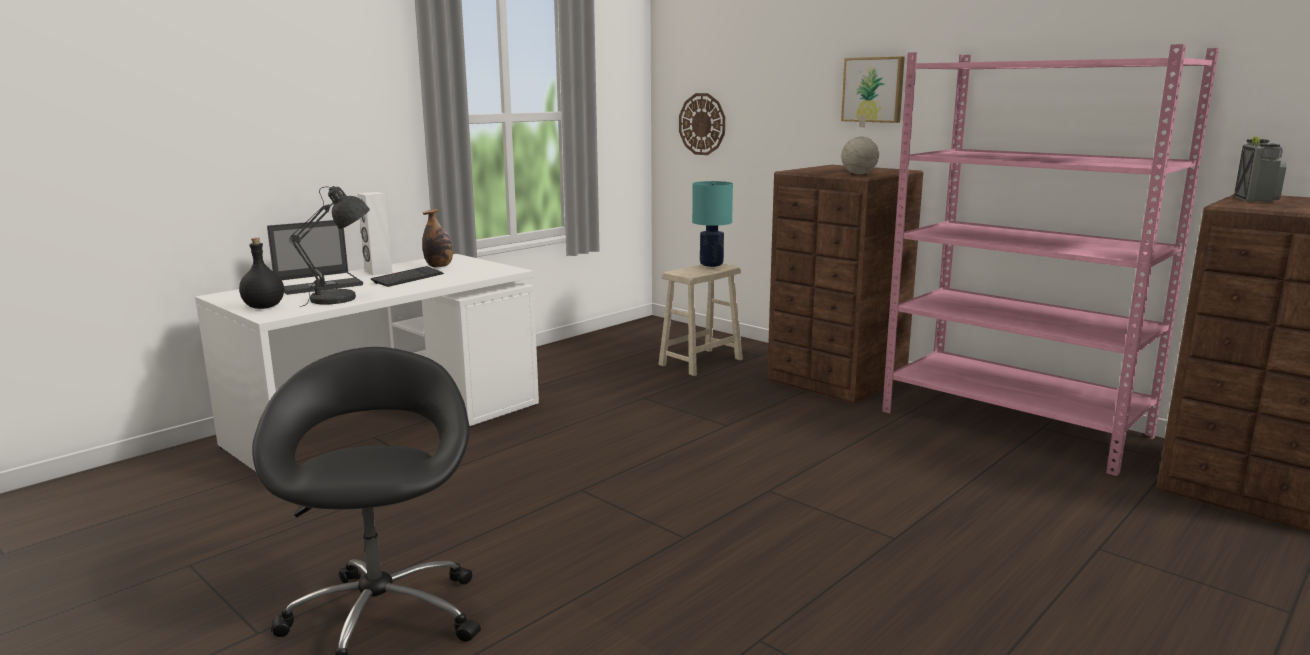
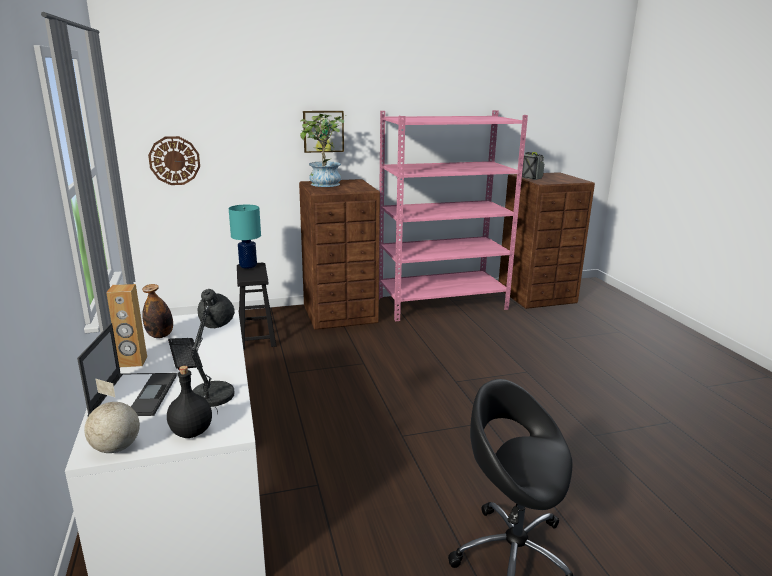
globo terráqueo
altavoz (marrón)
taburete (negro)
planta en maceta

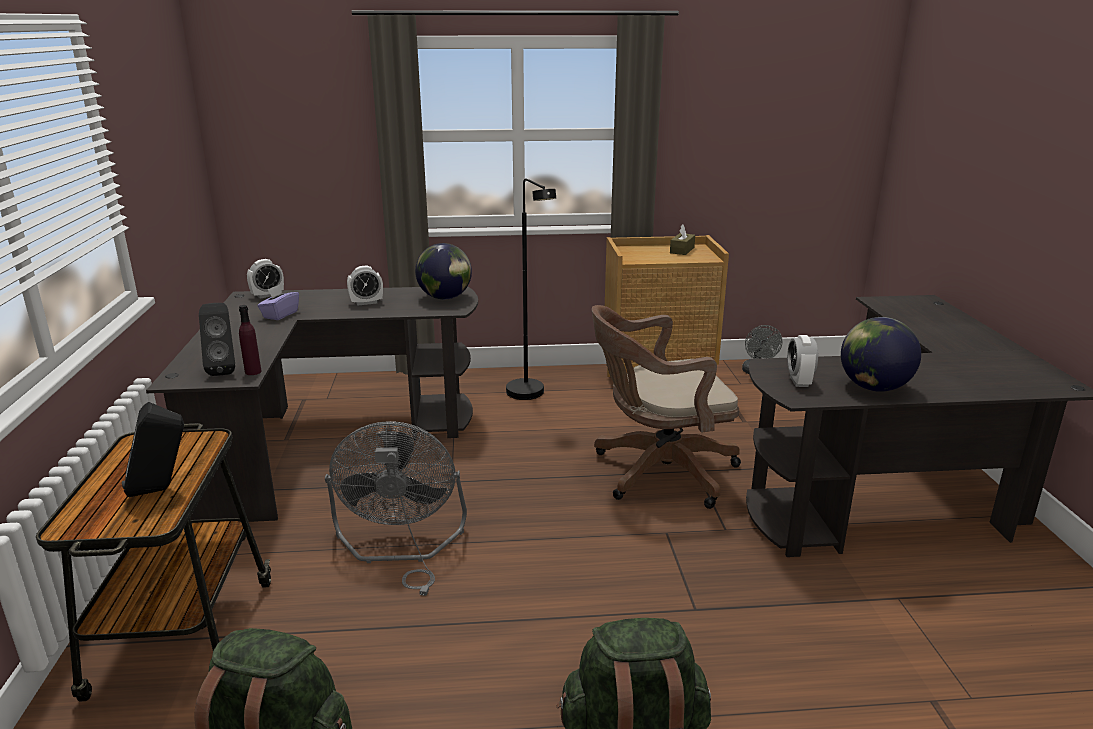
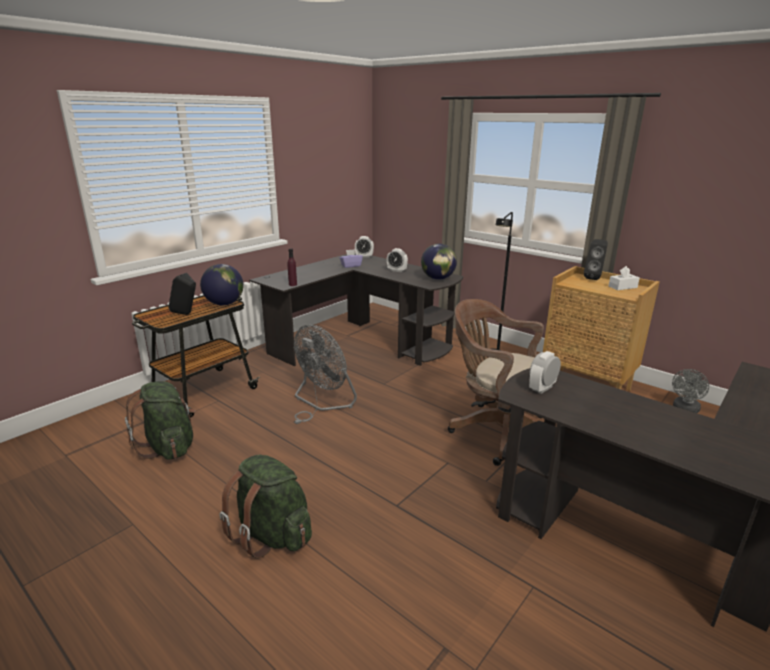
globo terráqueo (1st from left)
altavoz (negro) (2nd from left)
caja de pañuelos (blanco)

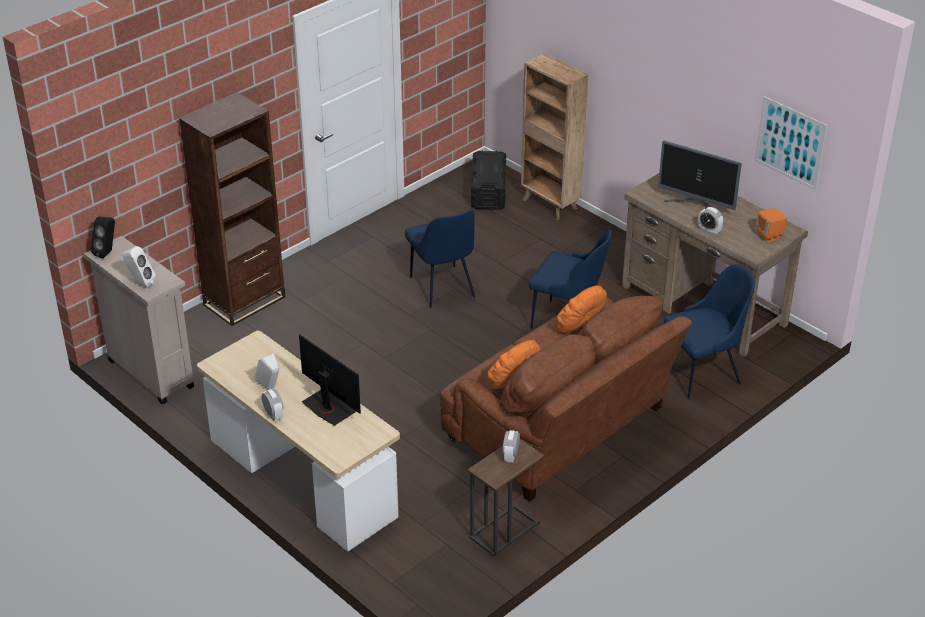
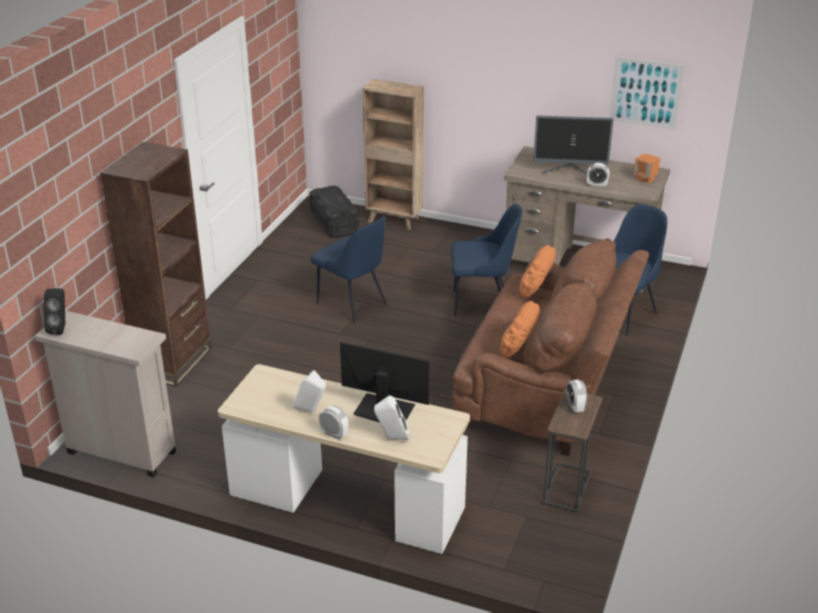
altavoz (blanco) (2nd from left)

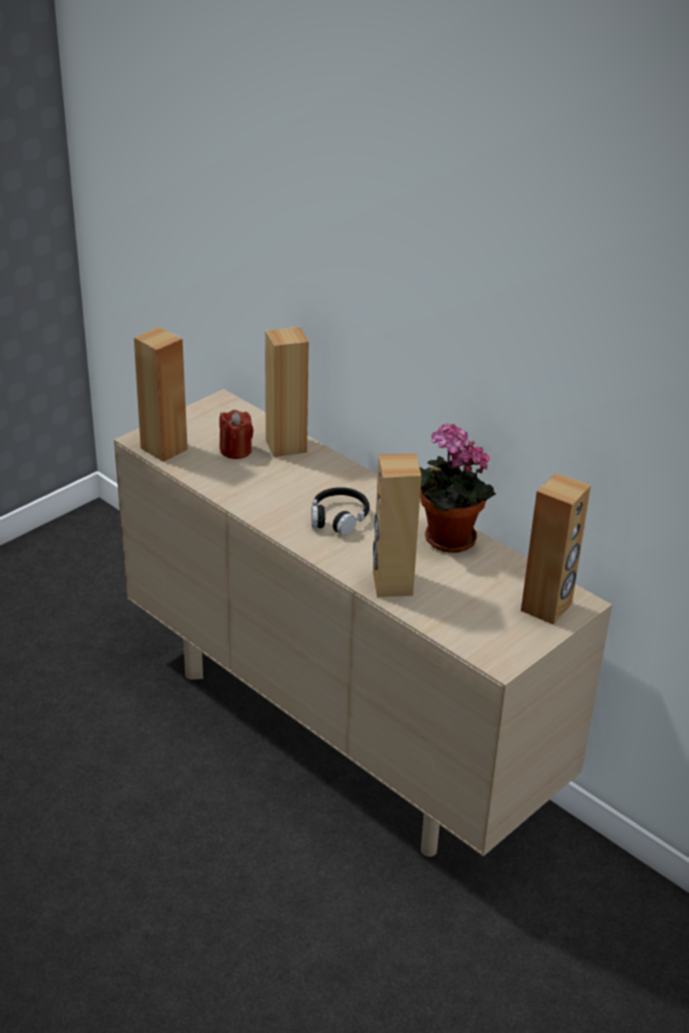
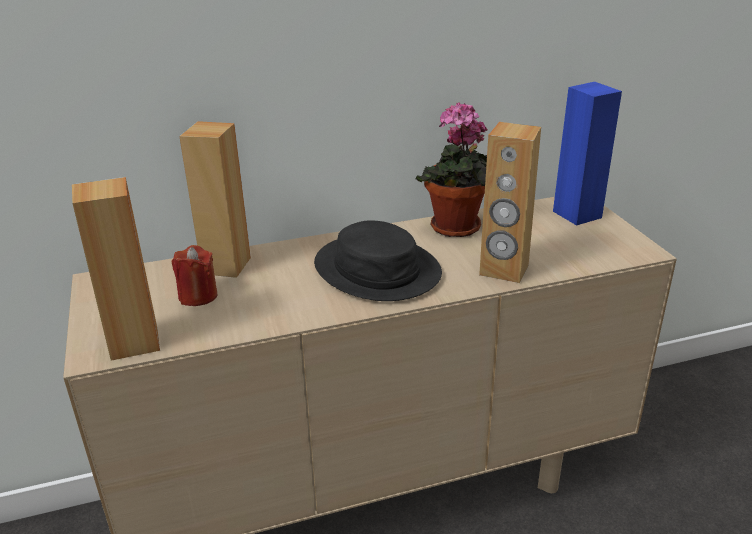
sombrero (negro)
altavoz (azul)

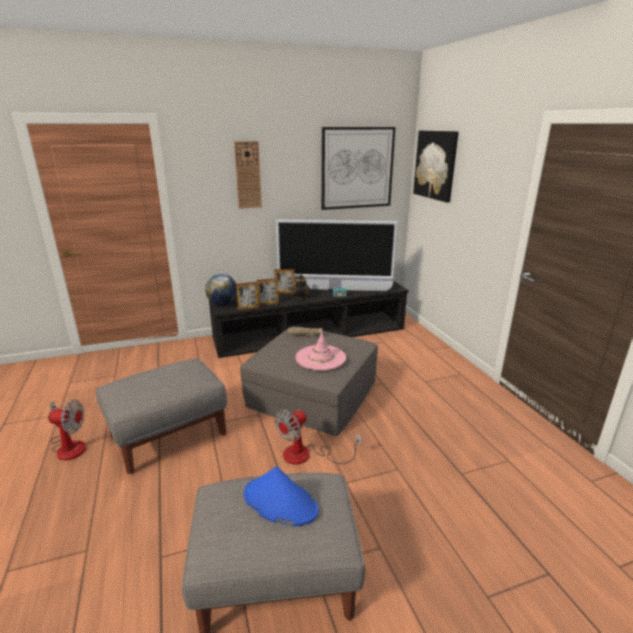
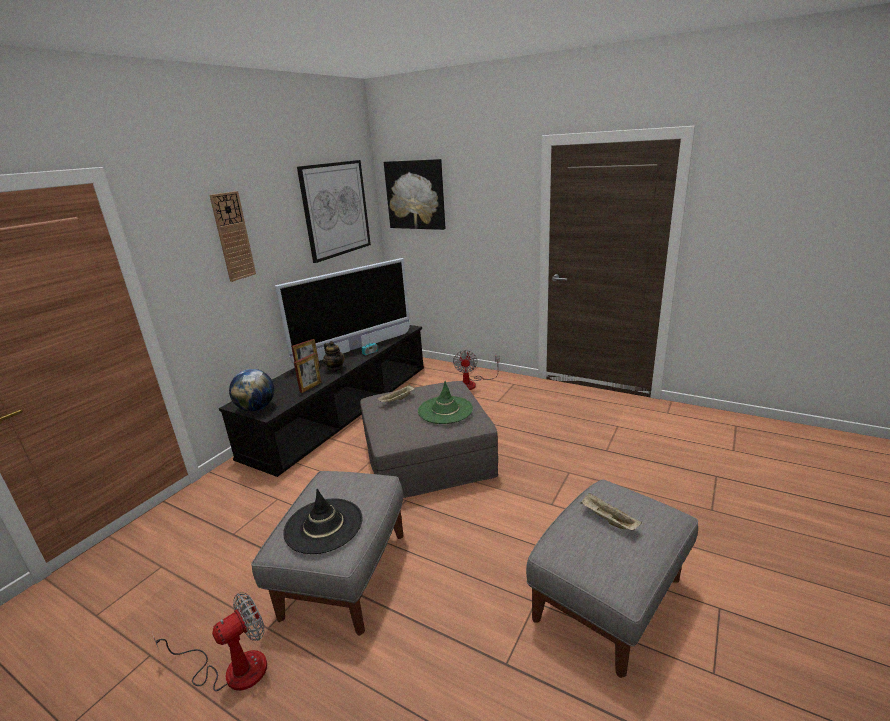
sombrero (negro)
sombrero (verde)
ventilador (2nd from left)
bandeja (beis) (2nd from left)
portarretratos (1st from left in the first image)

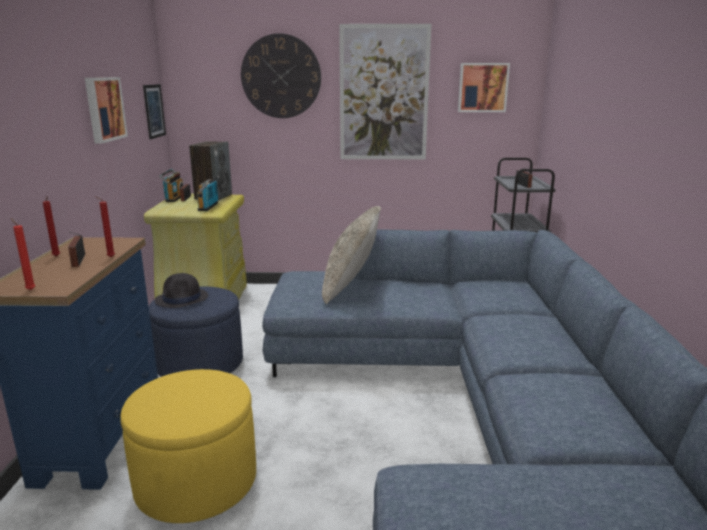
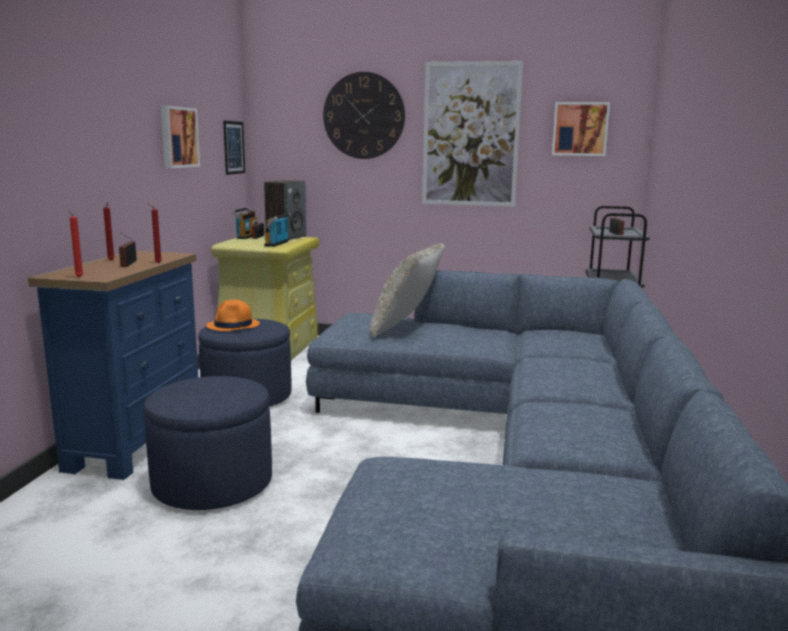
puf (azul) (1st from left)
sombrero (naranja)

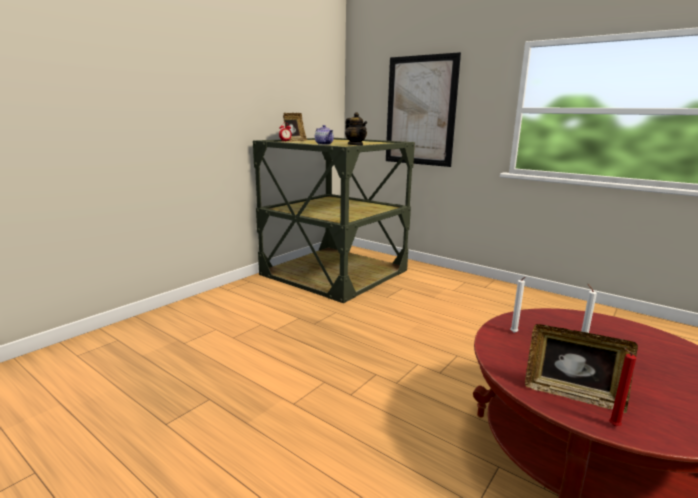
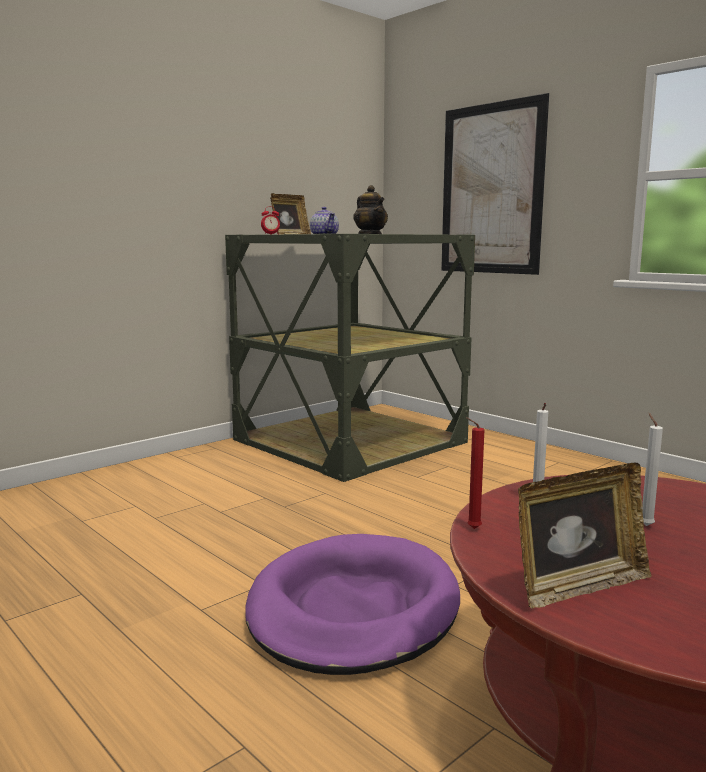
cama para perro (morado)
vela (rojo)
portarretratos (2nd from left)

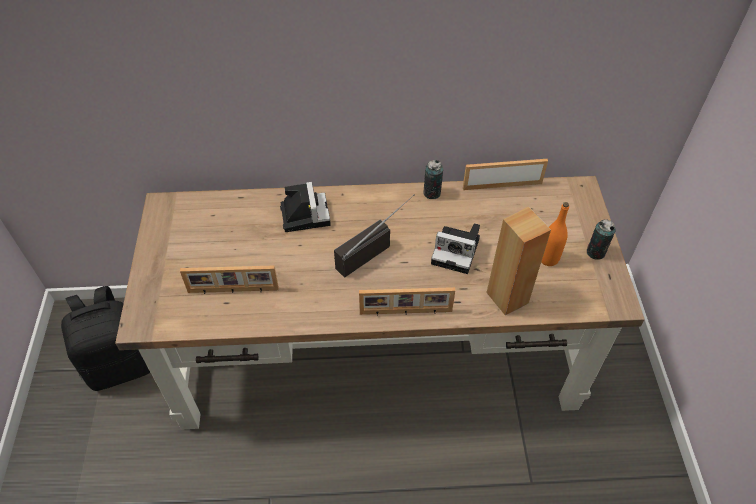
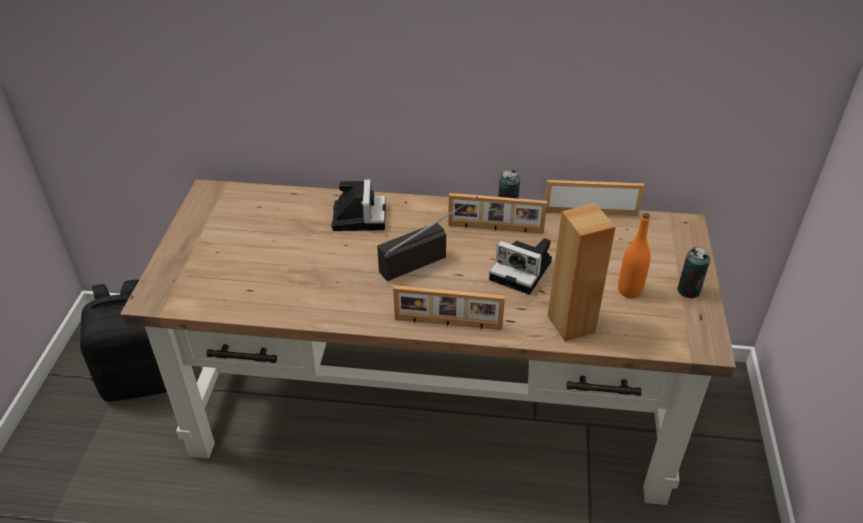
portarretratos (2nd from left)

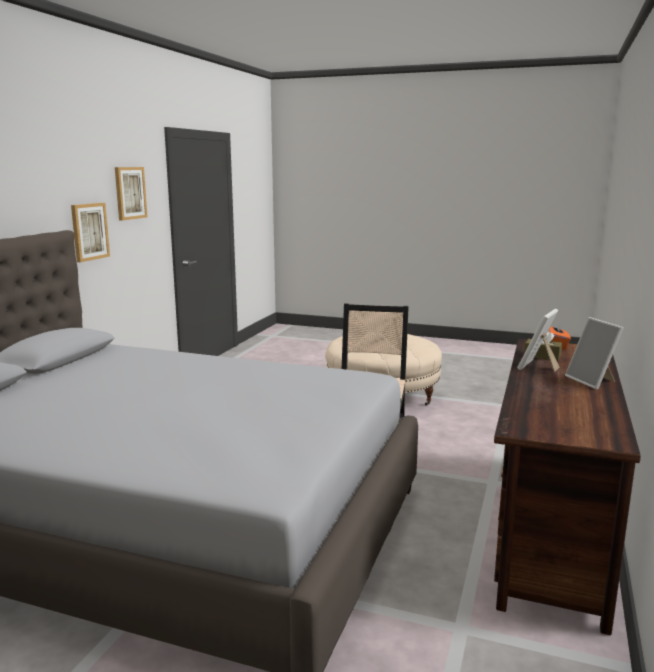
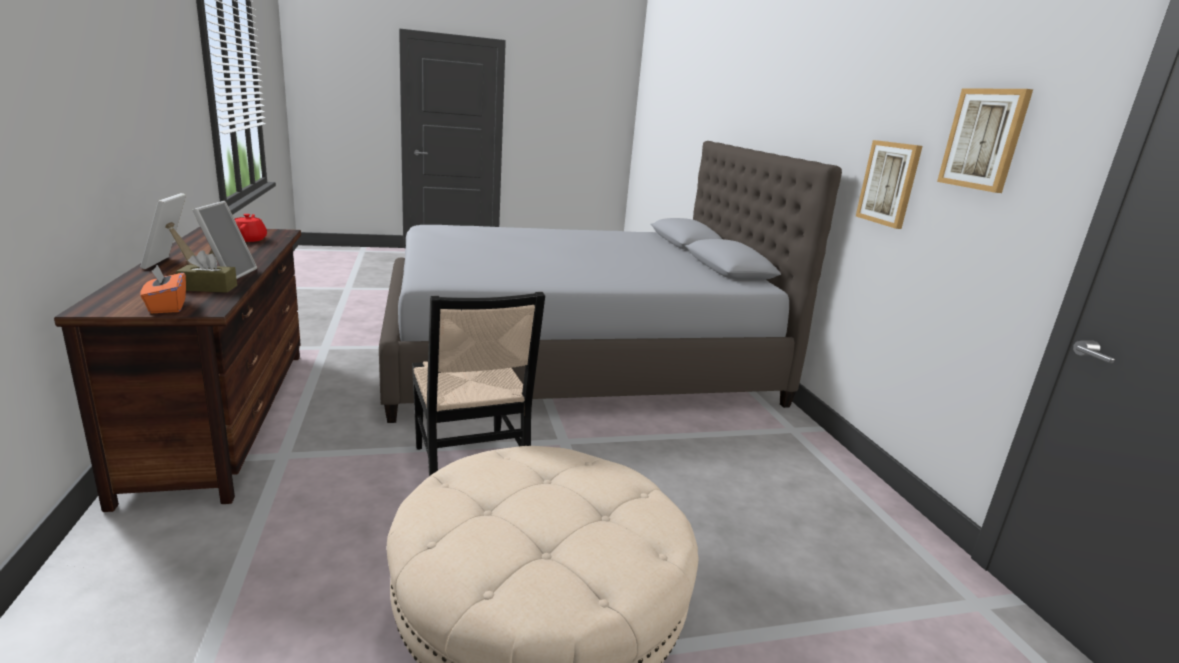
portarretratos (1st from left)
tetera (rojo)

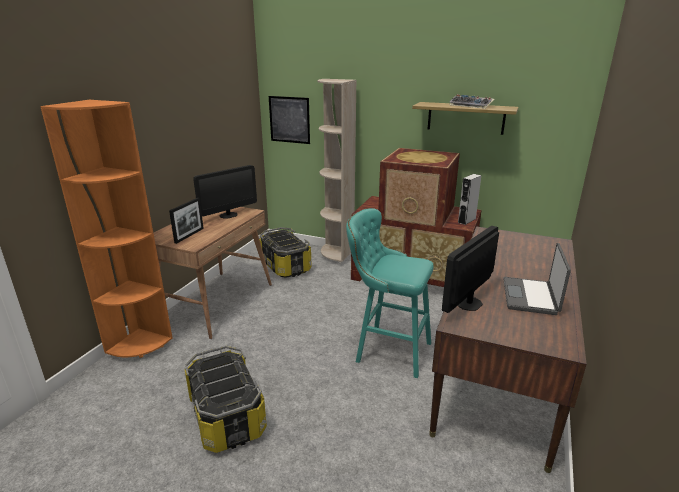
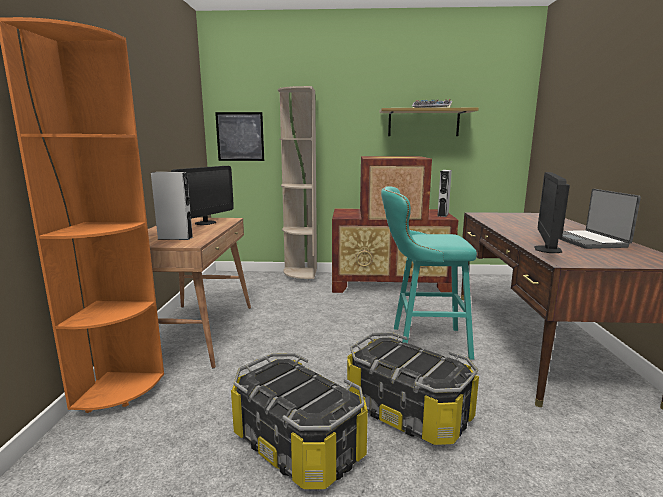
altavoz (gris) (1st from left)
caja de almacenaje (2nd from left)

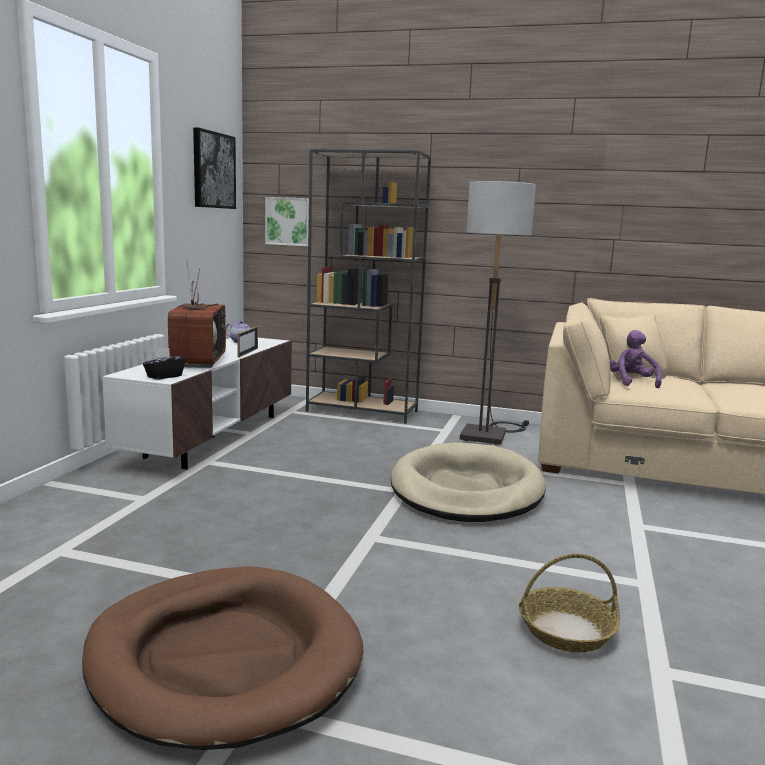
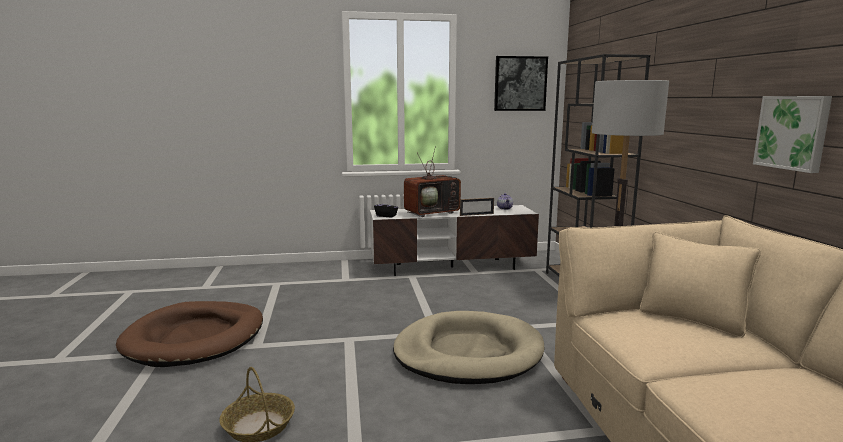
cuadro (2nd from left)
peluche (morado)

